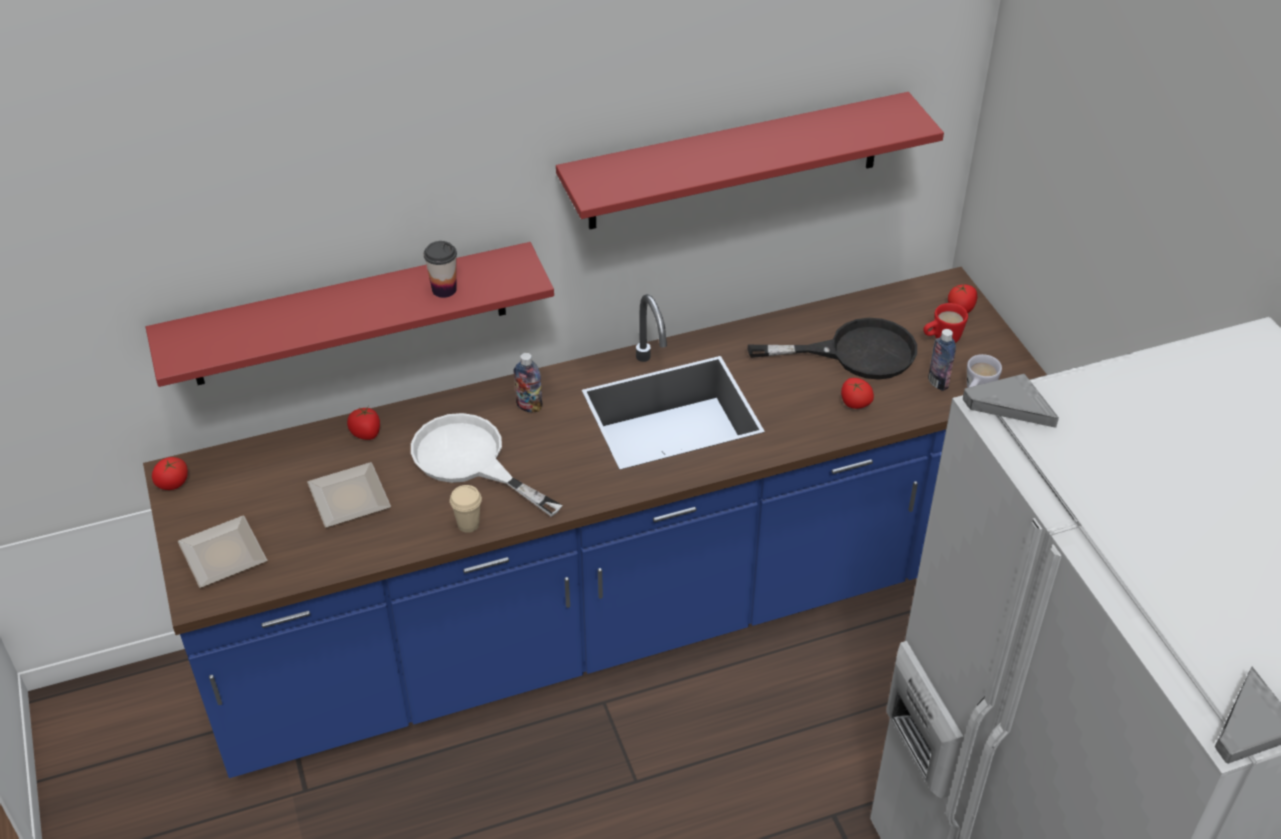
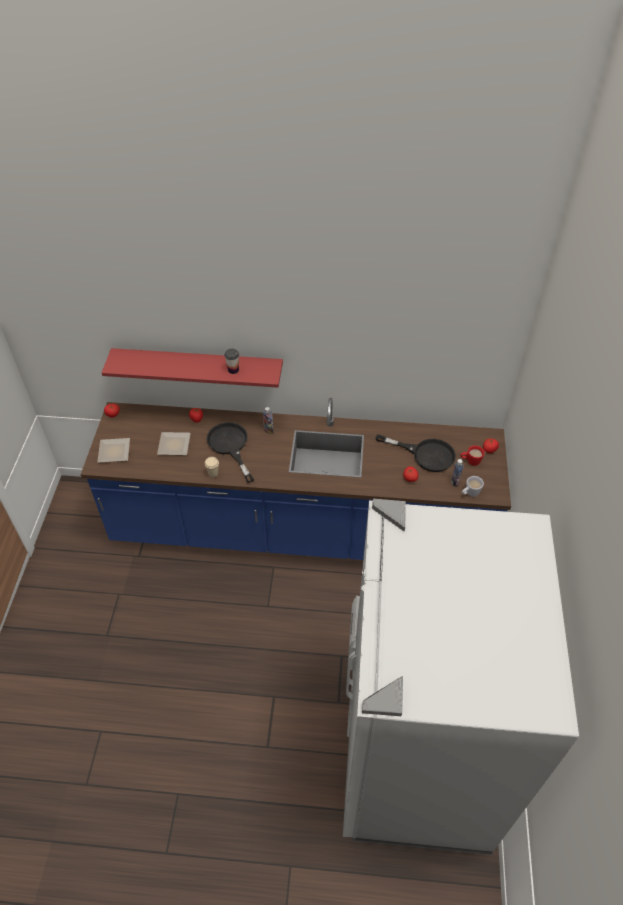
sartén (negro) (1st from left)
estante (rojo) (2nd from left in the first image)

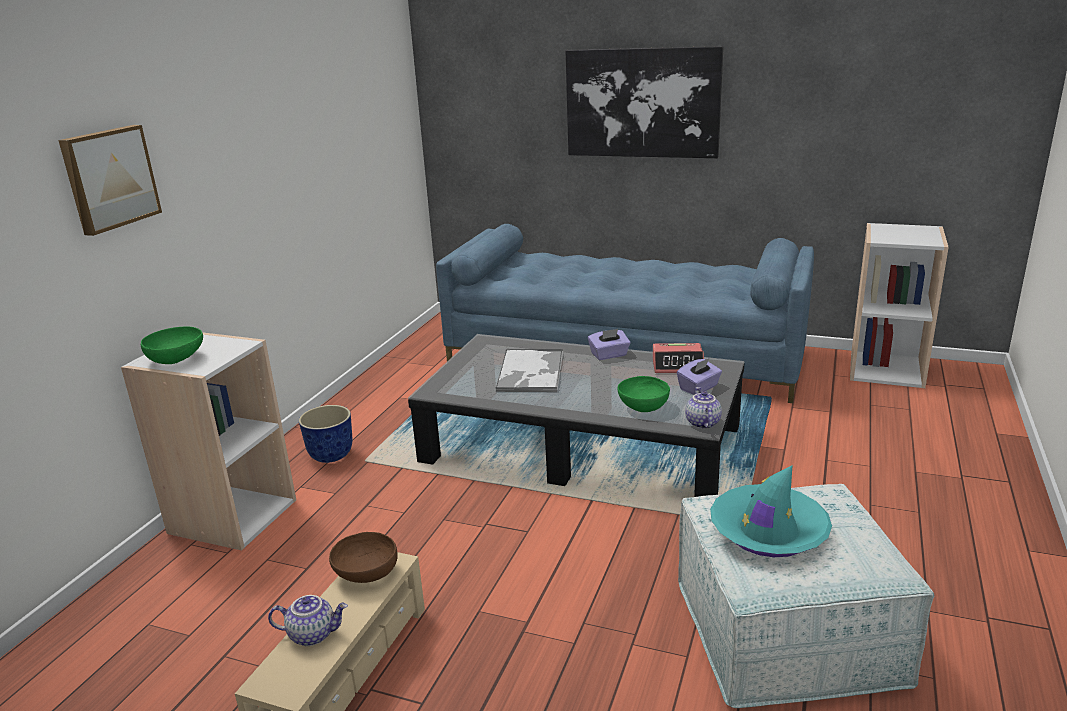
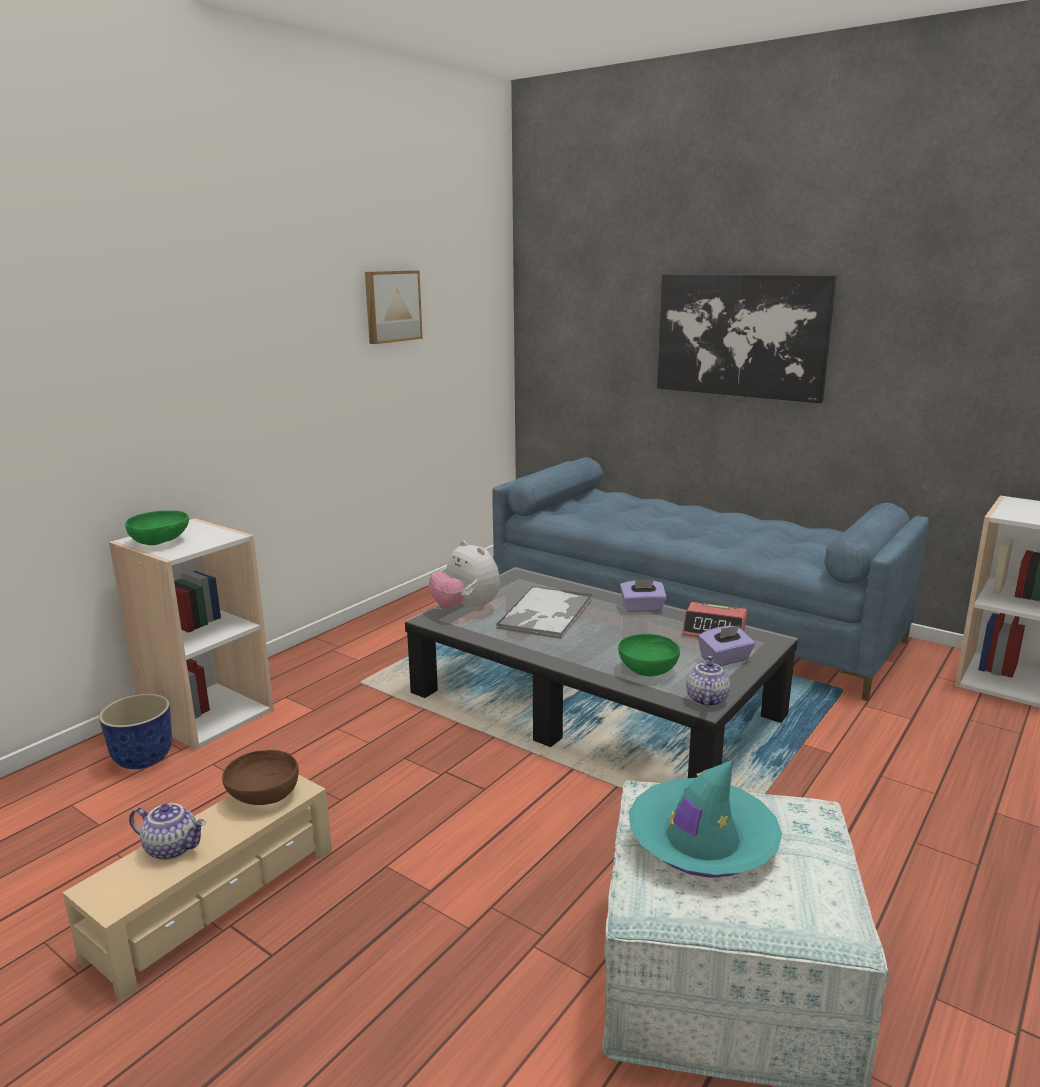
maceta
cuadro (1st from left)
peluche

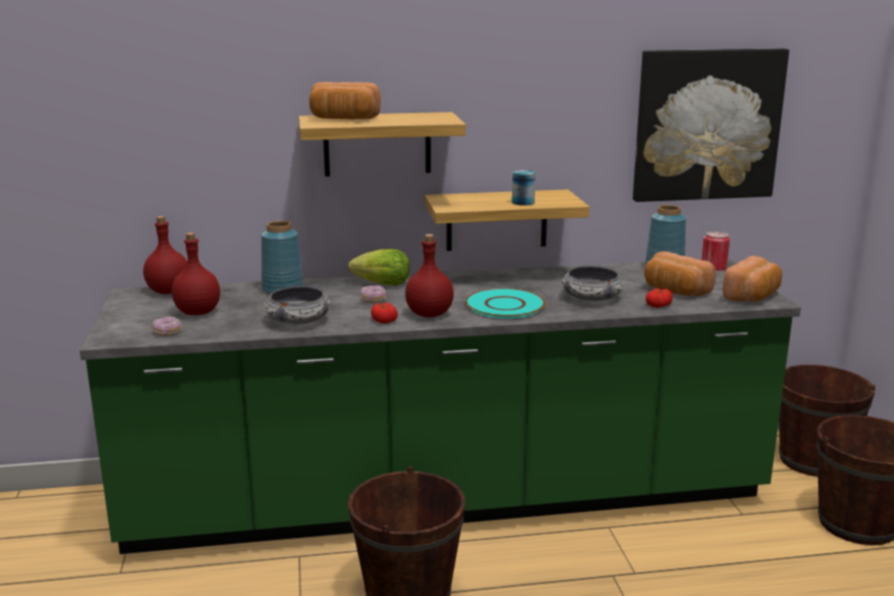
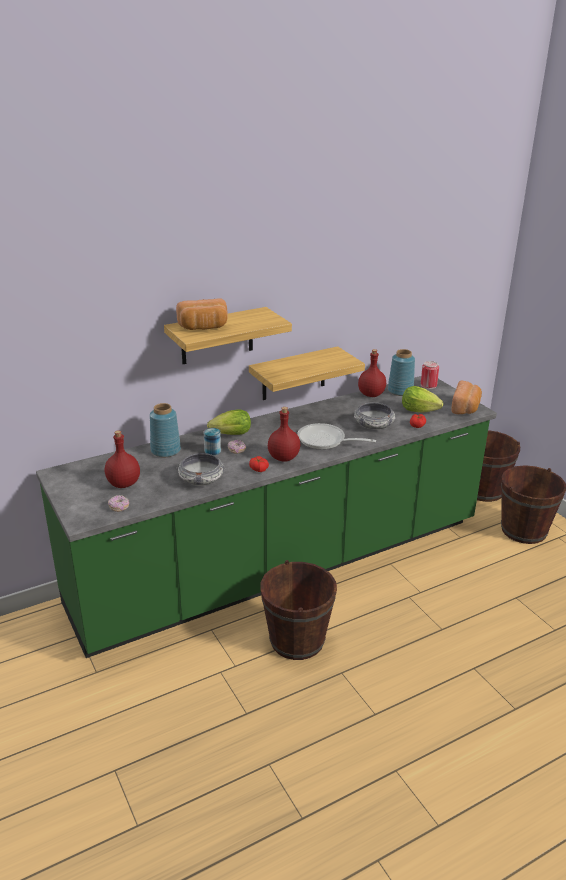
lata (1st from left)
sartén
botella (rojo) (3rd from left)
lechuga (2nd from left)
cuadro

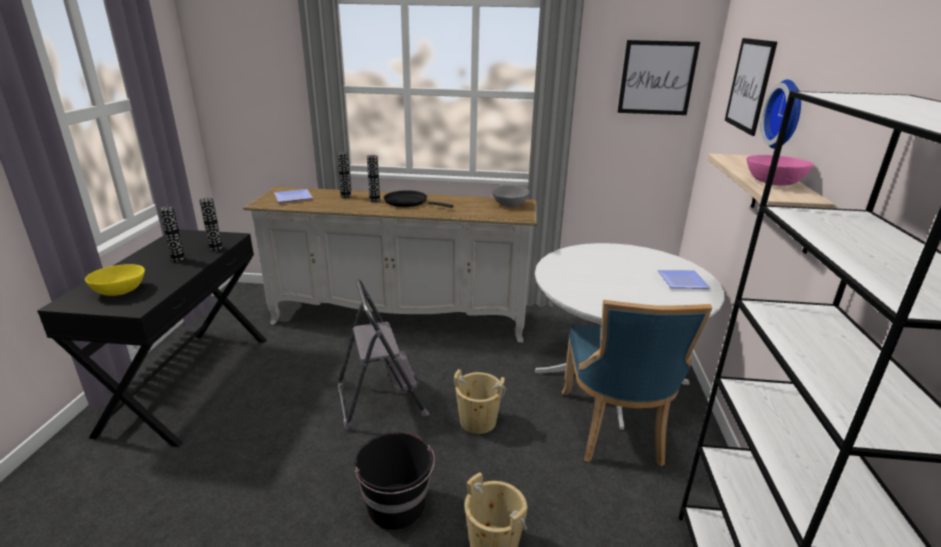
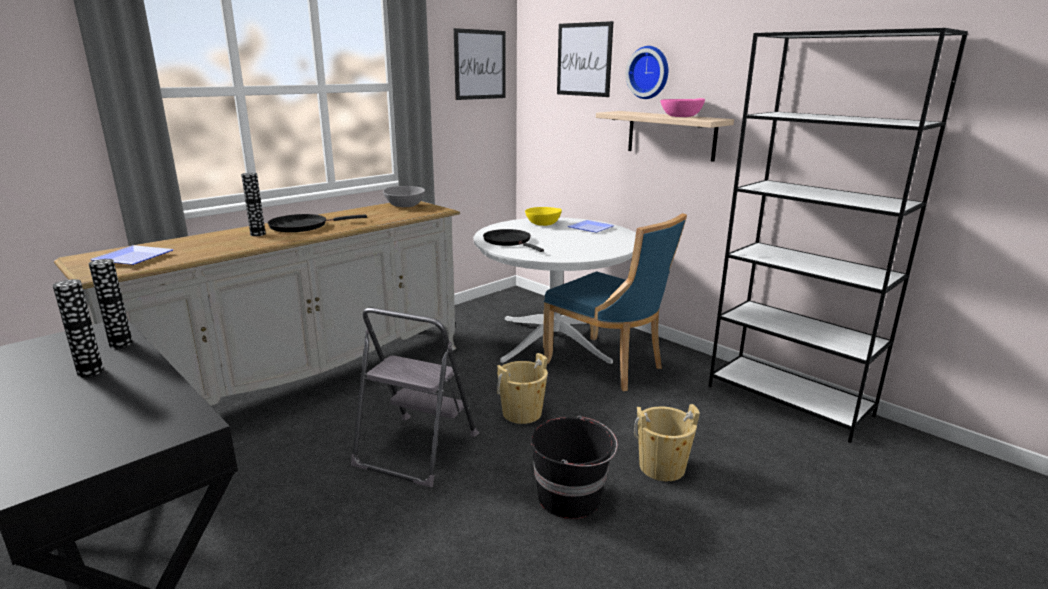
sartén (negro) (2nd from left)
cuenco (amarillo)
florero (3rd from left in the first image)

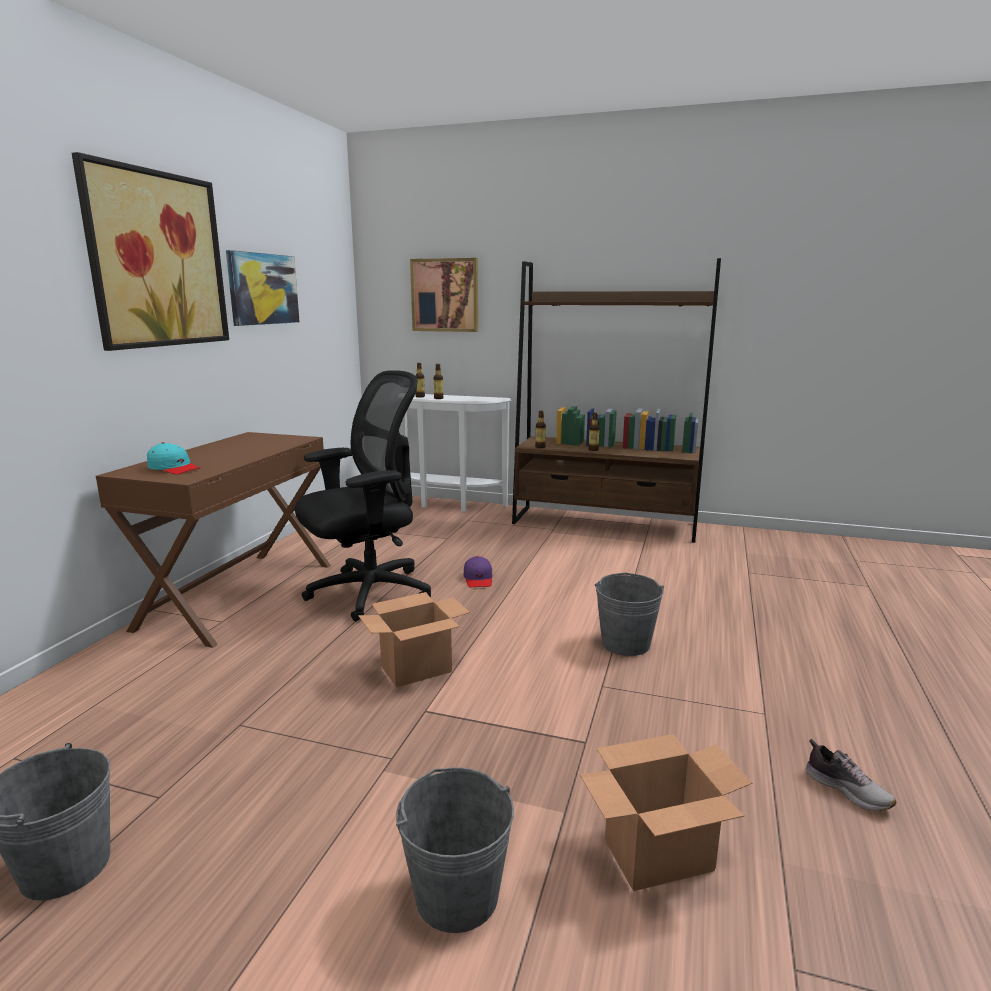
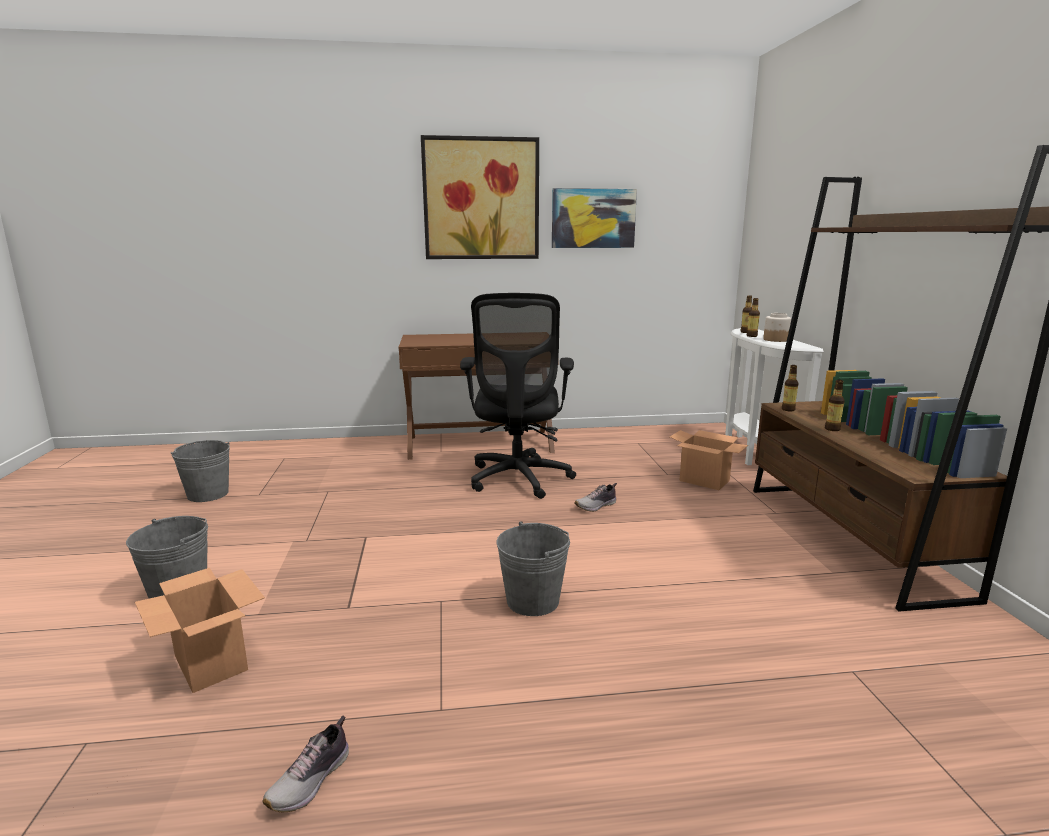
silla de oficina (negro)
zapato (2nd from left)
caja de cartón (2nd from left)
tarro
gorra (turquesa)
cuadro (3rd from left in the first image)

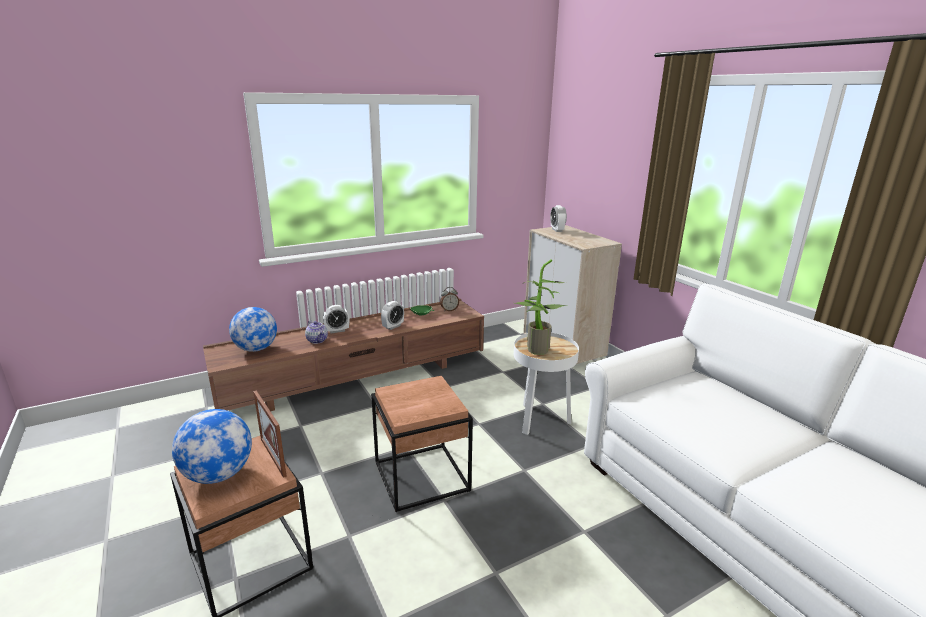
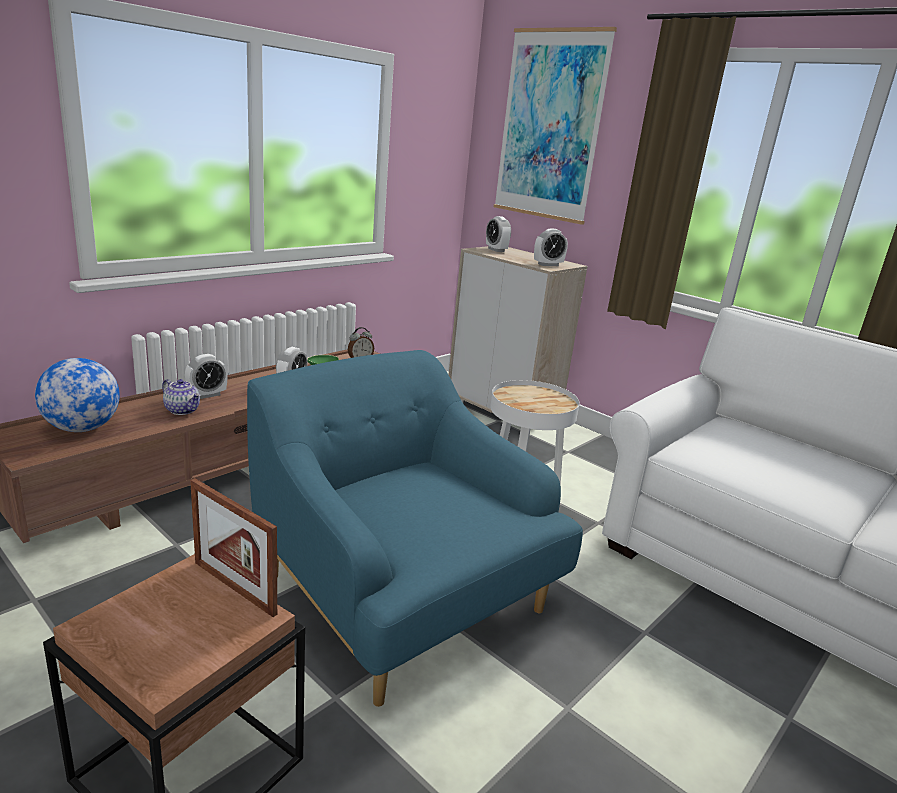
sillón (azul)
cuadro
despertador (5th from left)
globo terráqueo (1st from left in the first image)
planta en maceta

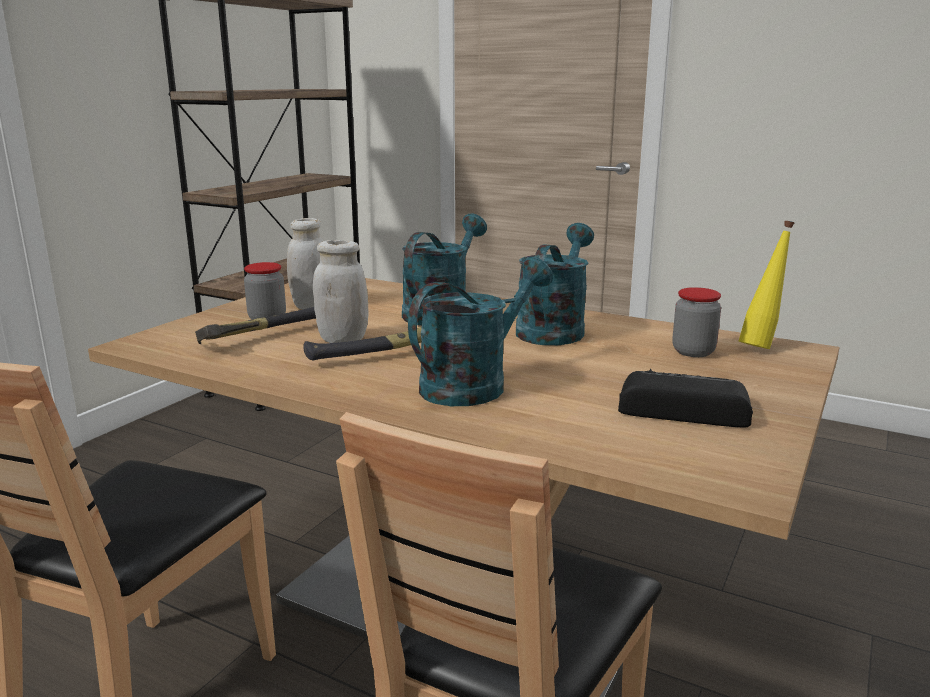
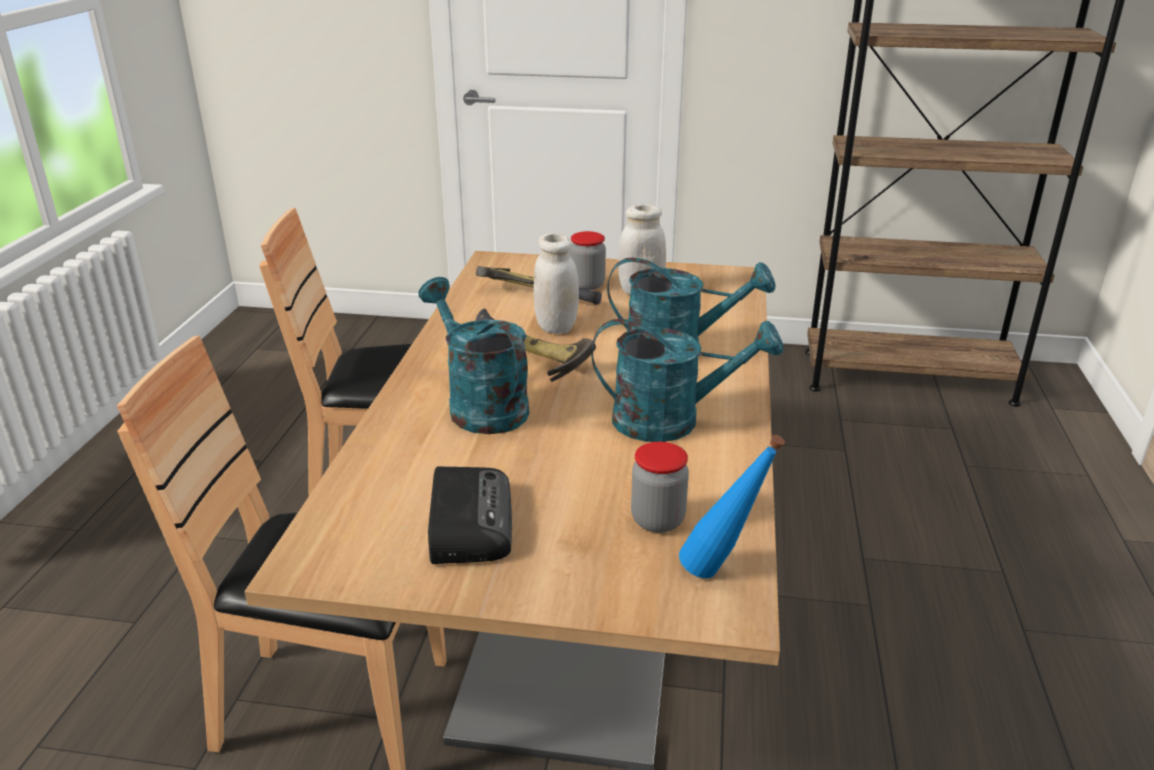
regadera (turquesa) (1st from left)
botella (azul)

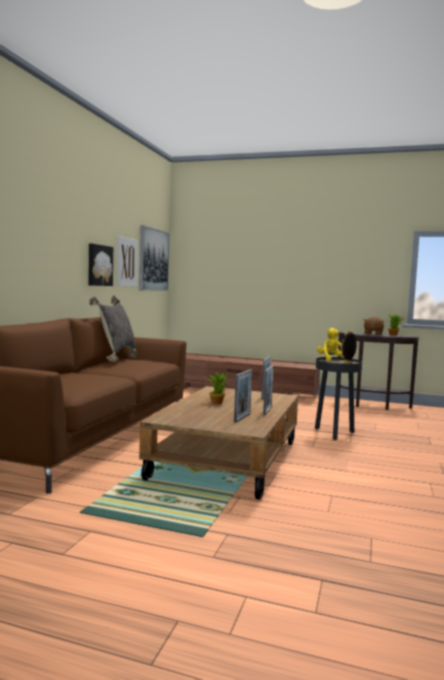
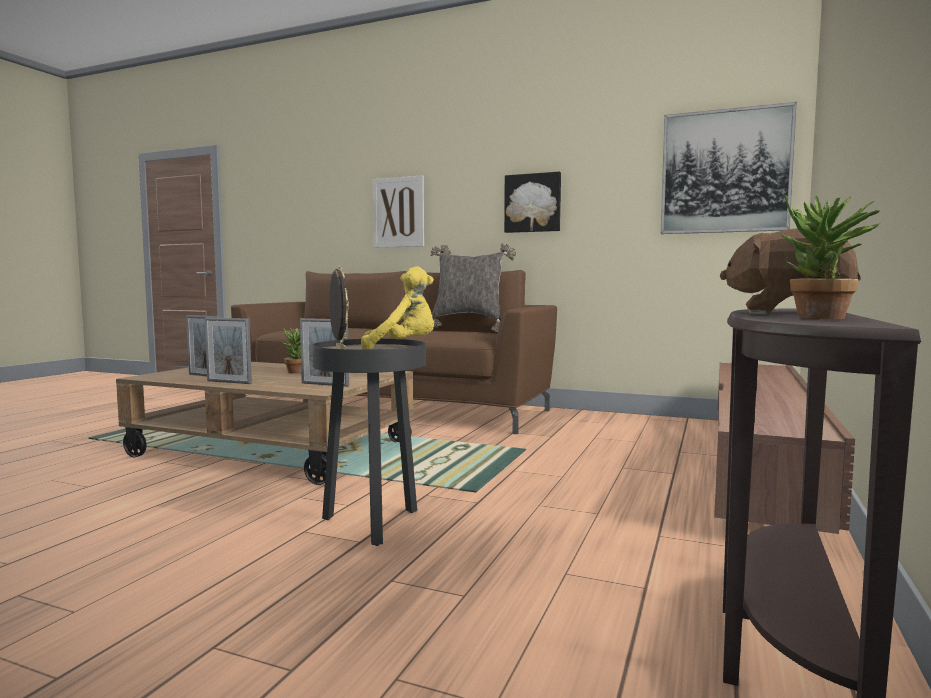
cuadro (1st from left)

